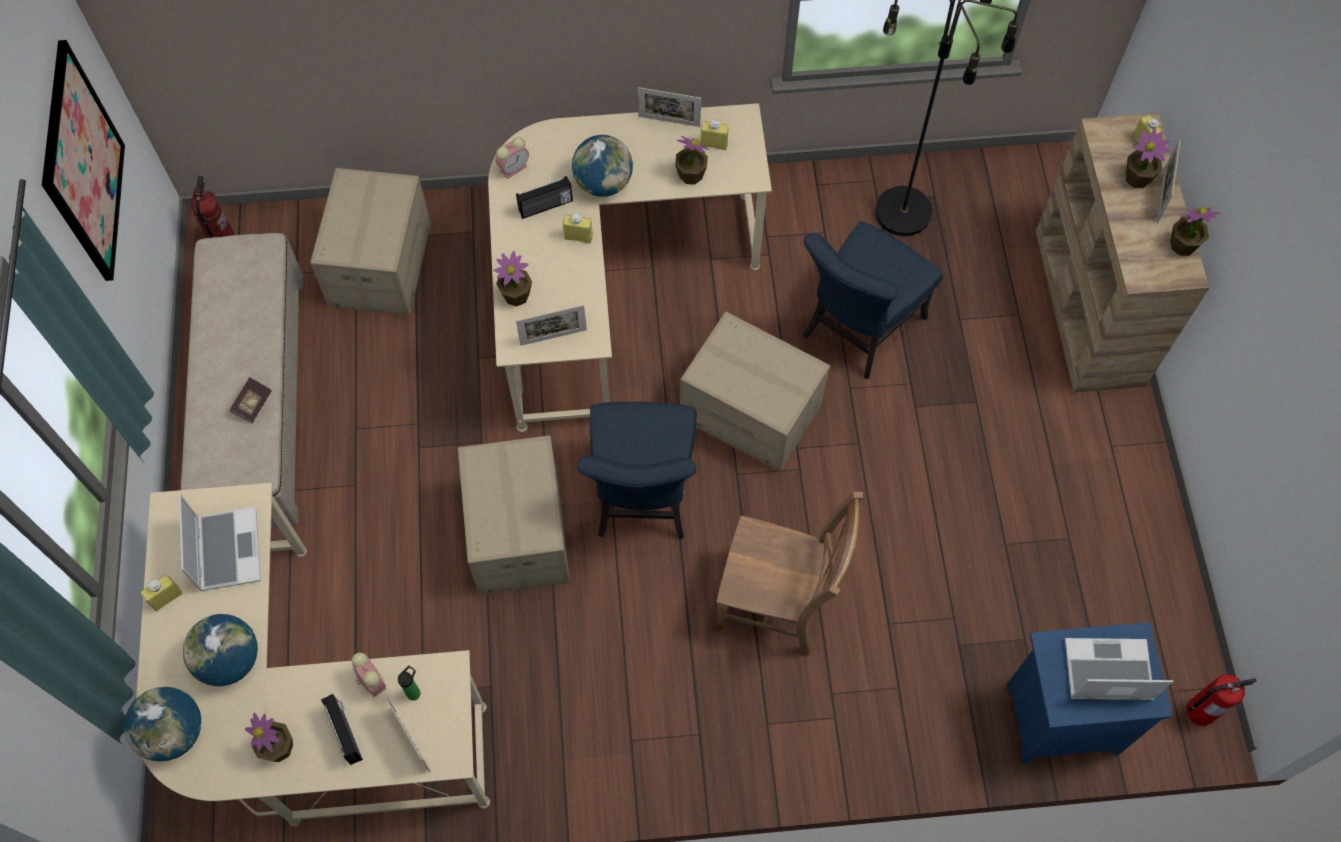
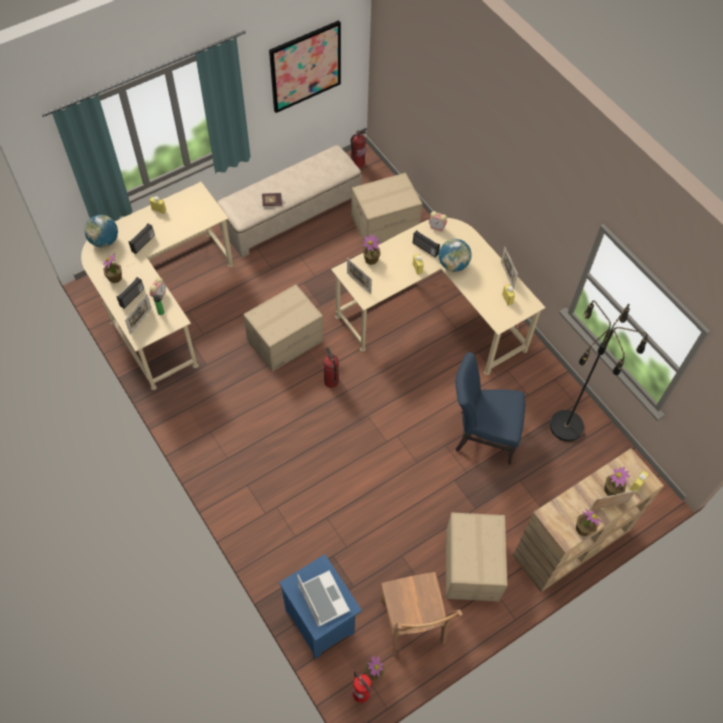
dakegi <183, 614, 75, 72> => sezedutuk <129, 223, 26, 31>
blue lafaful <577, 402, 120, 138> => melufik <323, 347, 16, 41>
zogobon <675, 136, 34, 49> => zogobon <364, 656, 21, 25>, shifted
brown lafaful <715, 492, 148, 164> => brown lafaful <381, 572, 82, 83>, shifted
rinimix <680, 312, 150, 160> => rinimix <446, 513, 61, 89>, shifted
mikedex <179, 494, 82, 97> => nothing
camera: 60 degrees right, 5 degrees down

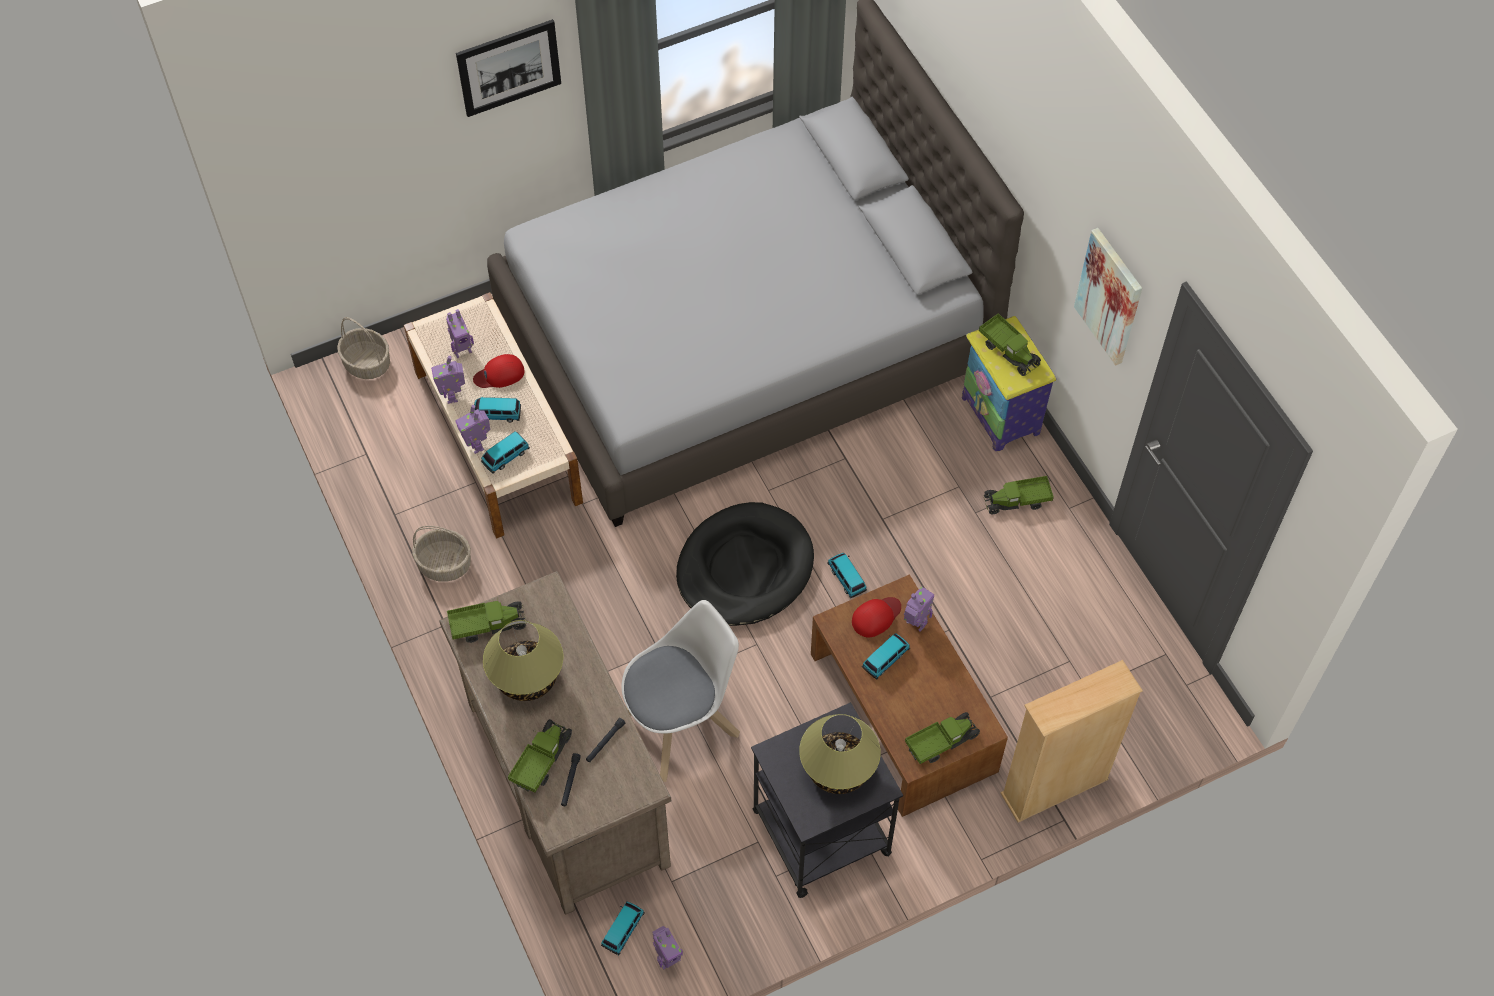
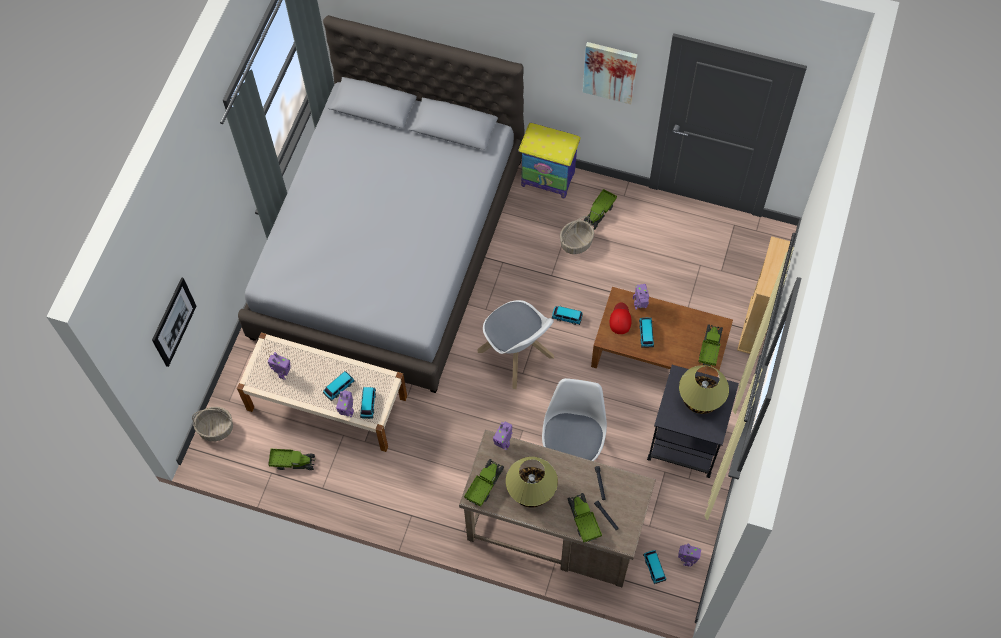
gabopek <456, 19, 105, 98> => gabopek <152, 277, 44, 90>, shifted
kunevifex <979, 313, 62, 63> => kunevifex <268, 449, 48, 21>, shifted
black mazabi <676, 502, 138, 124> => lafaful <477, 300, 77, 89>
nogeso <431, 356, 34, 48> => nogeso <493, 421, 20, 29>, shifted
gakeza <412, 526, 59, 56> => gakeza <560, 216, 34, 38>, shifted
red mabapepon <473, 354, 51, 34> => nothing
camera: 45 degrees left, 5 degrees up

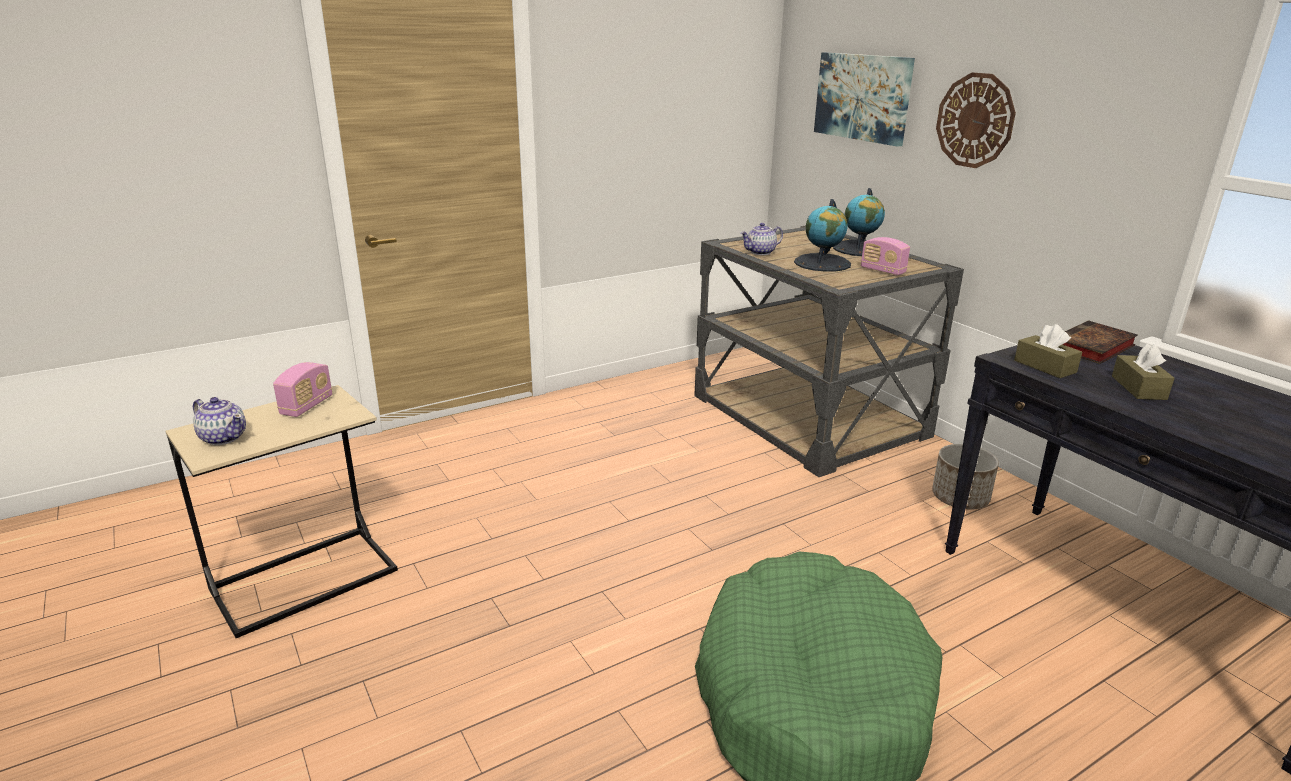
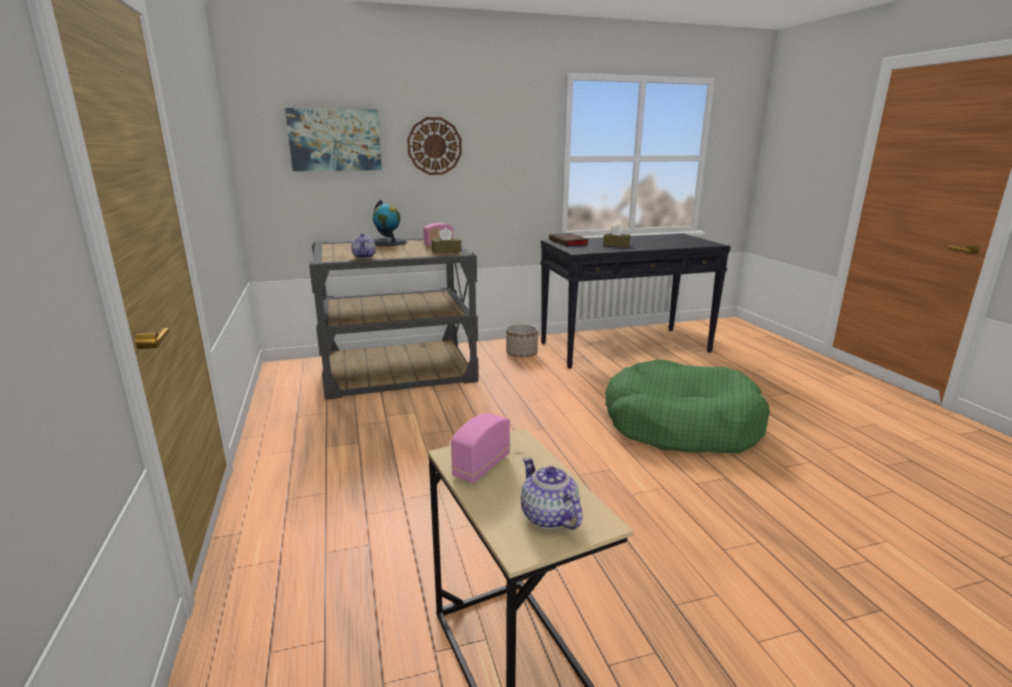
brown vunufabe <1014, 324, 68, 54> => brown vunufabe <431, 228, 30, 26>, shifted
sezedutuk <273, 362, 60, 55> => sezedutuk <451, 413, 59, 70>, 90 degrees counterclockwise
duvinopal <193, 397, 53, 48> => duvinopal <520, 457, 63, 73>, 75 degrees counterclockwise
dakegi <794, 199, 57, 73> => nothing
camera: 75 degrees left, 5 degrees down

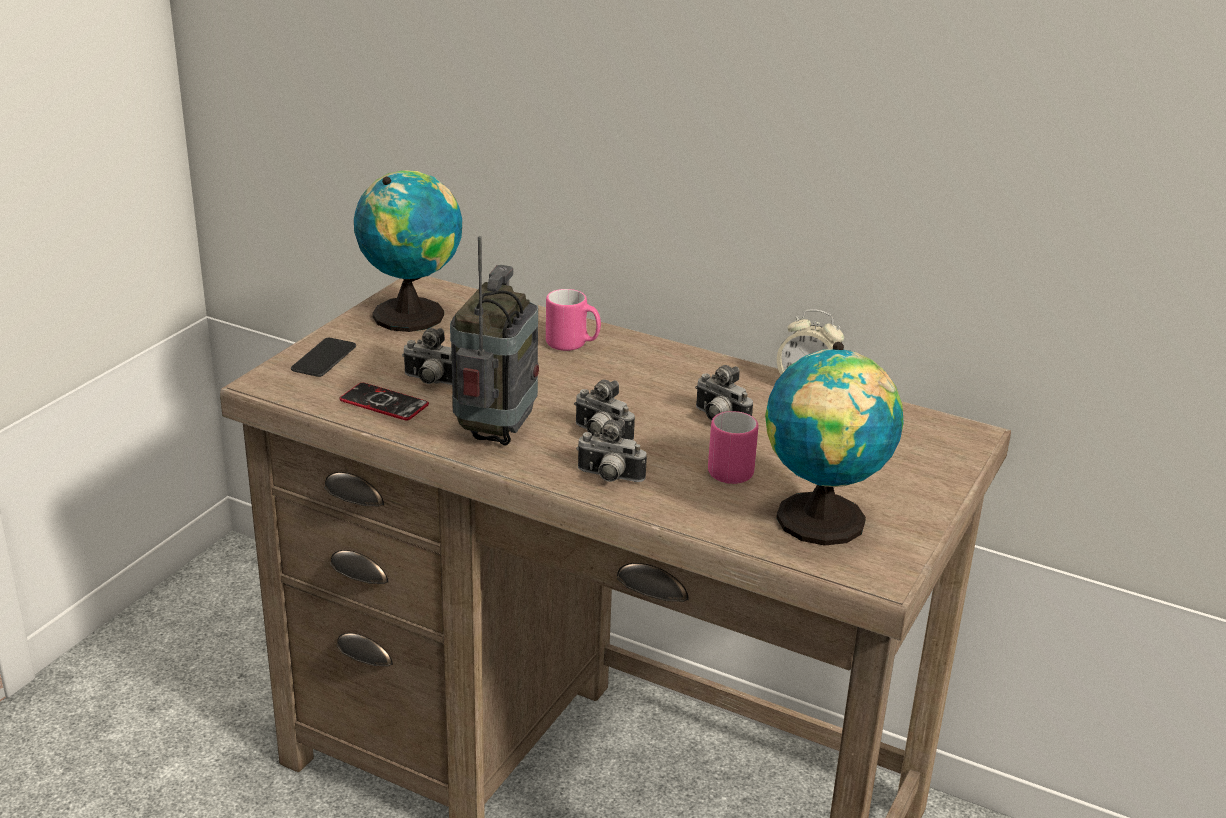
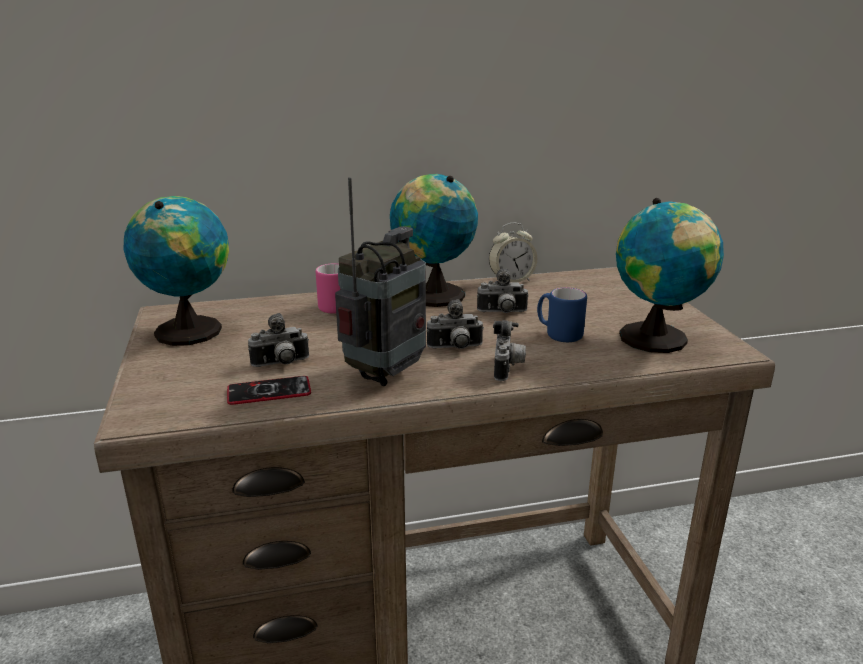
sezedutuk <450, 236, 89, 209> => sezedutuk <335, 177, 91, 209>, 60 degrees clockwise
nothing => dakegi <390, 174, 88, 133>
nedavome <576, 419, 71, 63> => nedavome <493, 320, 33, 61>, 60 degrees counterclockwise
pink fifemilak <708, 411, 50, 73> => blue fifemilak <537, 287, 50, 55>
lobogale <291, 338, 65, 39> => nothing
camera: 40 degrees left, 5 degrees down

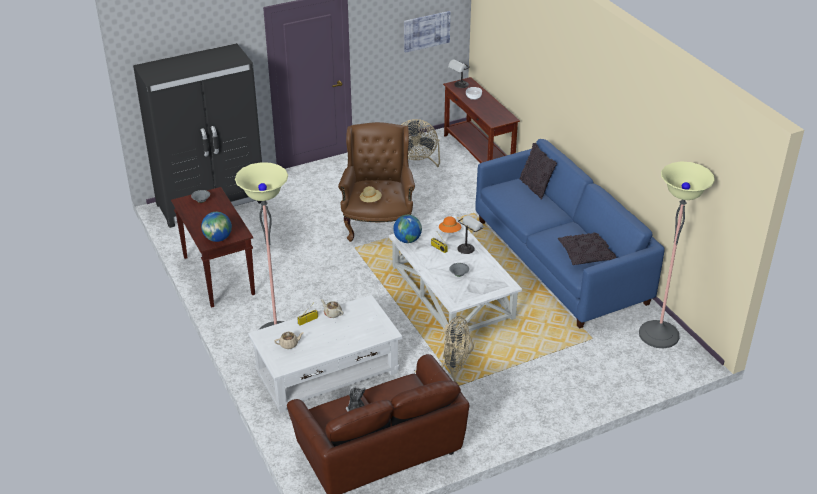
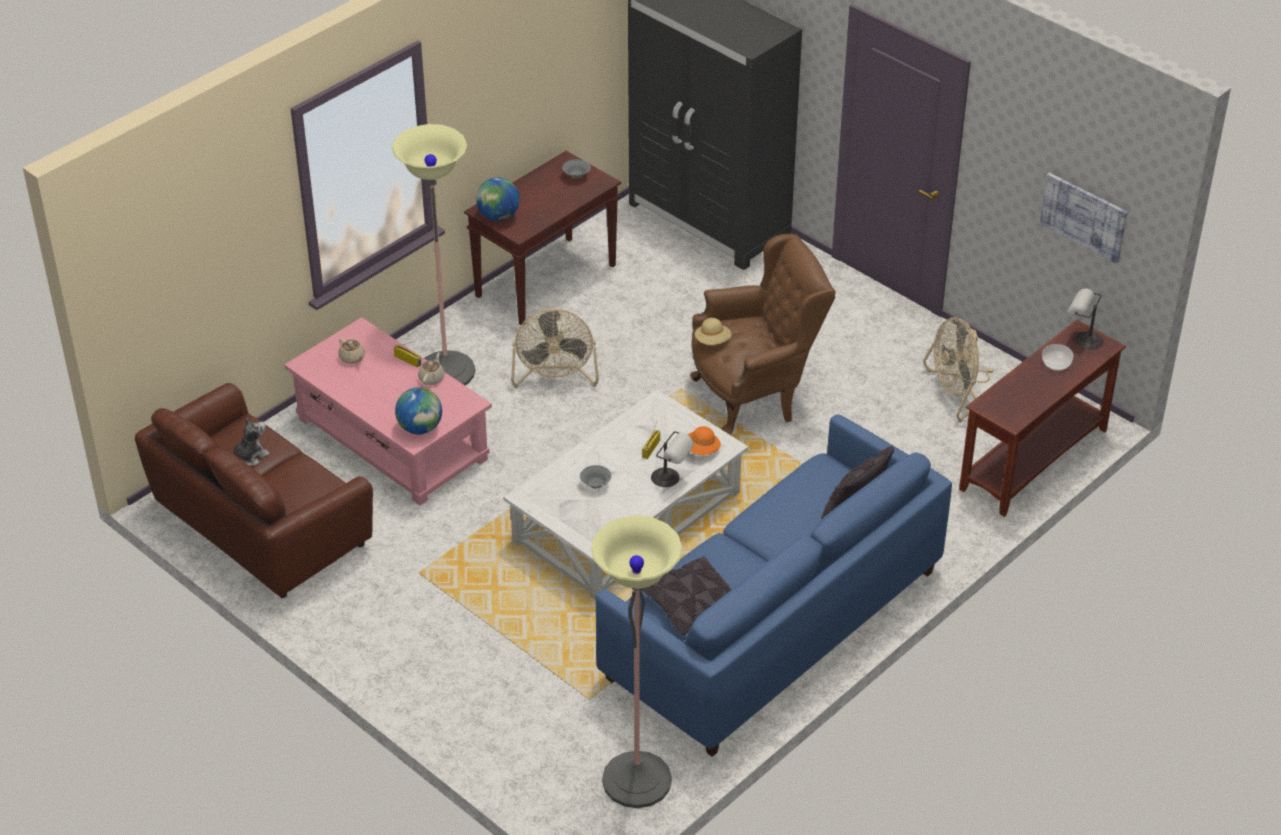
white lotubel <248, 295, 154, 118> => pink lotubel <284, 317, 208, 189>
dakegi <393, 215, 29, 28> => dakegi <395, 387, 47, 47>, shifted
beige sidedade <415, 316, 59, 66> => beige sidedade <511, 308, 88, 80>, shifted
camera: 70 degrees right, 5 degrees up

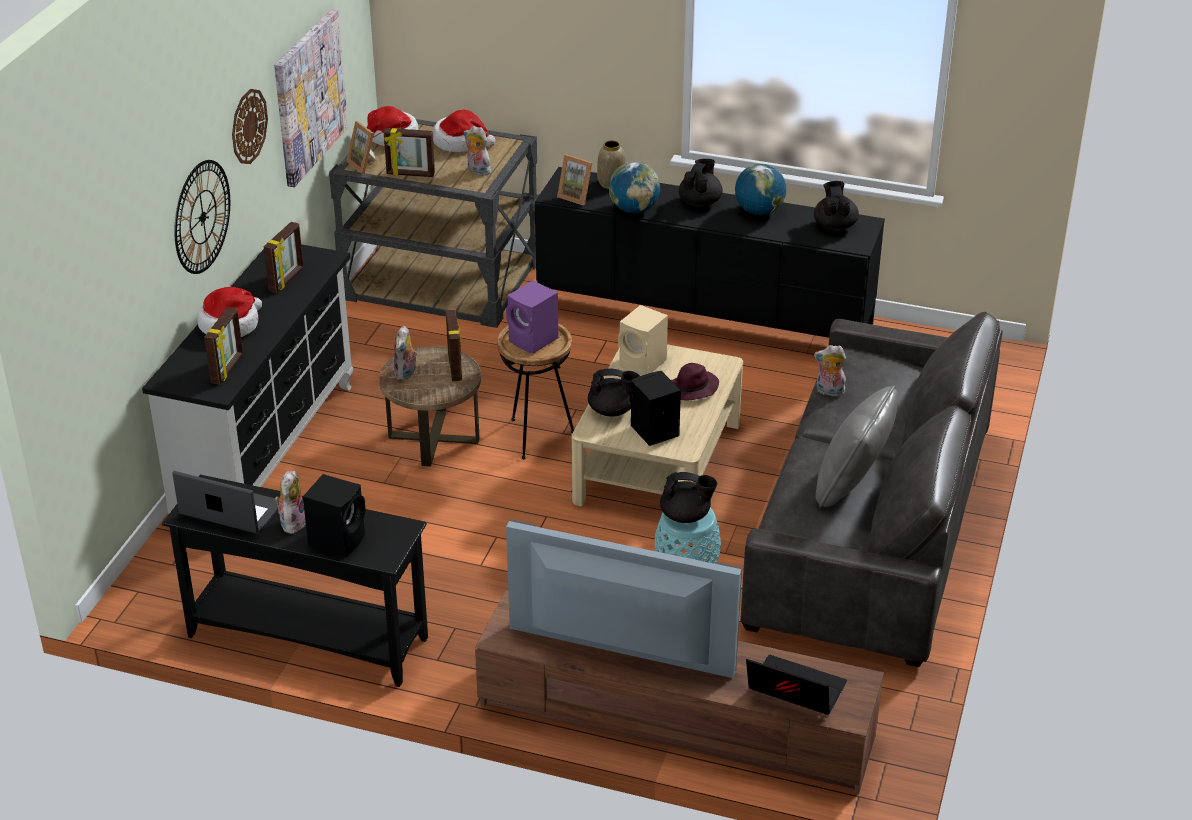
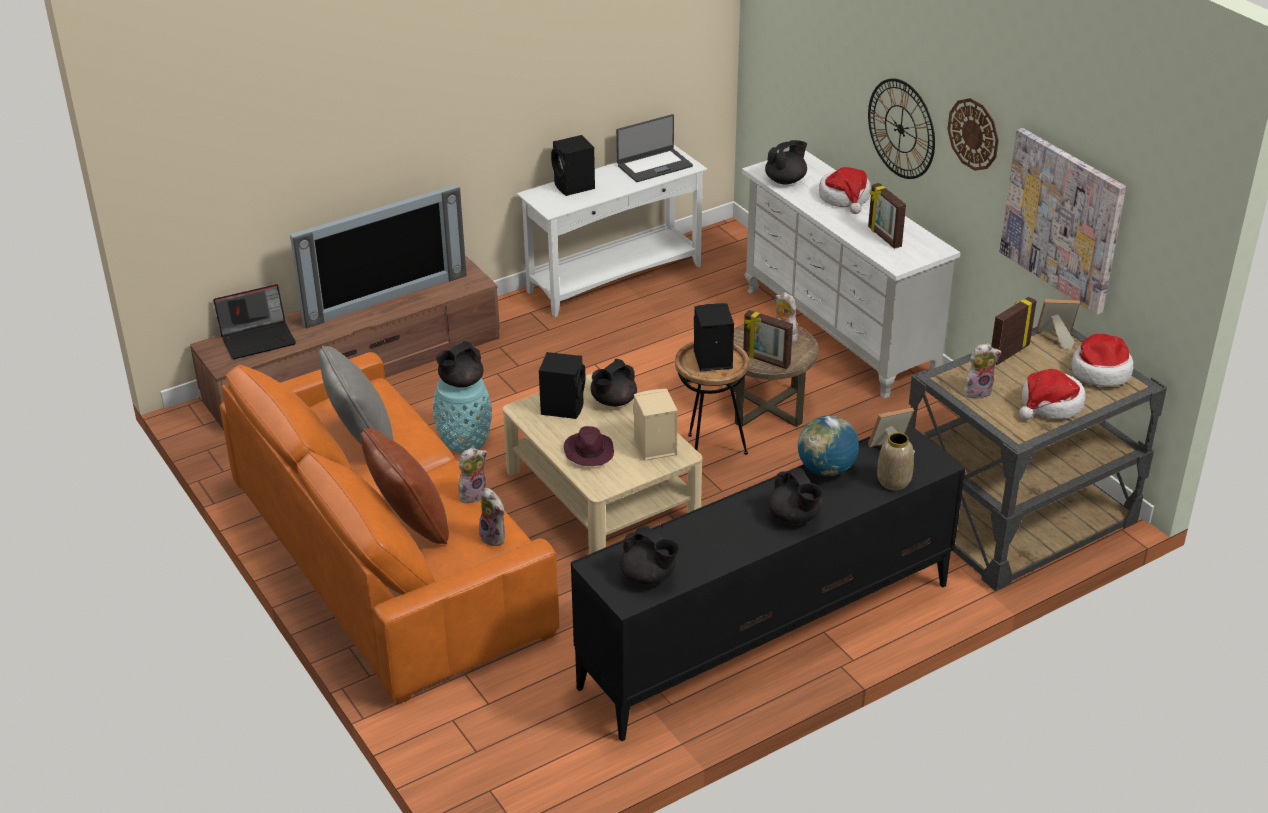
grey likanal <740, 312, 263, 355> => orange likanal <220, 352, 340, 352>
nothing => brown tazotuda <360, 428, 89, 116>
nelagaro <275, 471, 31, 63> => nelagaro <479, 488, 26, 59>, shifted
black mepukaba <162, 475, 266, 212> => white mepukaba <517, 145, 190, 172>
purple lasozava <506, 280, 52, 74> => black lasozava <694, 303, 40, 68>
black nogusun <142, 244, 212, 270> => white nogusun <742, 150, 219, 249>
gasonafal <204, 307, 39, 77> => black duvinopal <765, 140, 42, 45>
dakegi <735, 164, 51, 51> => nothing
camera: 130 degrees right, 0 degrees up

